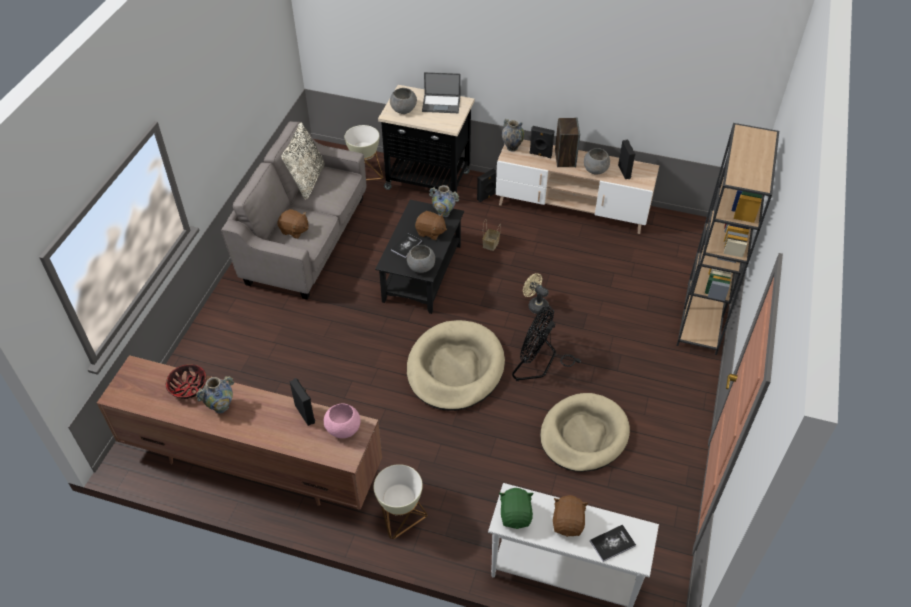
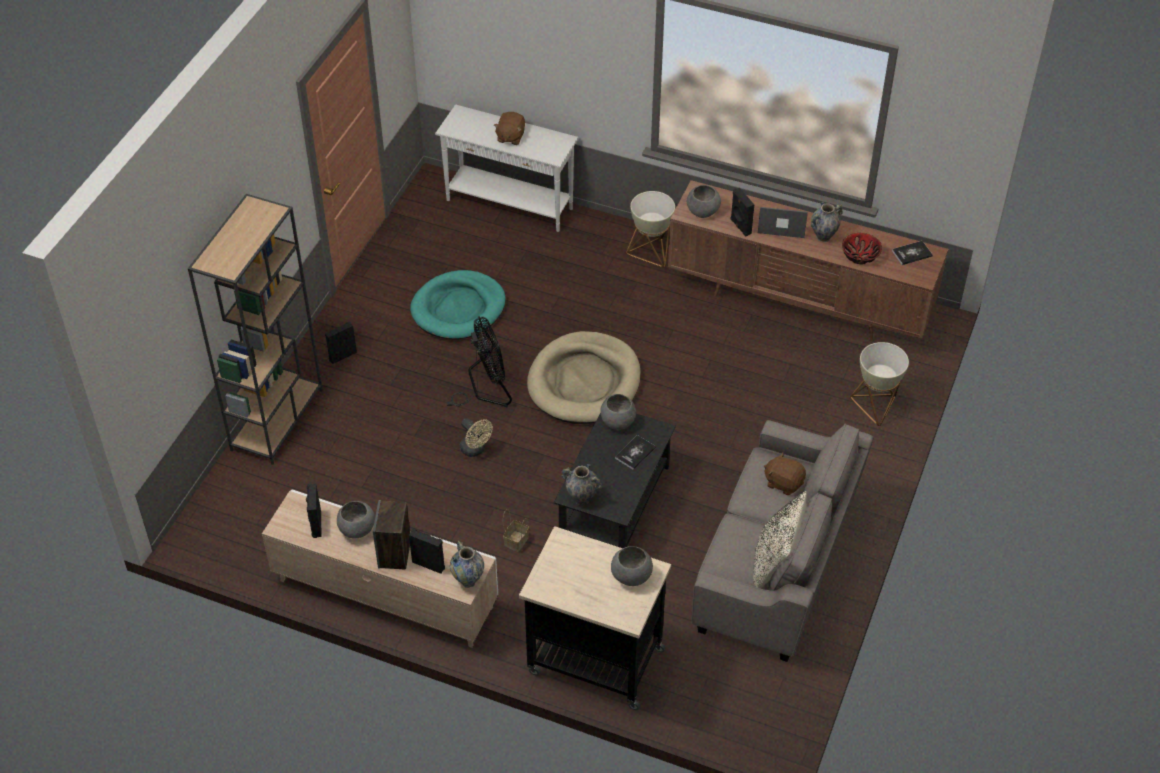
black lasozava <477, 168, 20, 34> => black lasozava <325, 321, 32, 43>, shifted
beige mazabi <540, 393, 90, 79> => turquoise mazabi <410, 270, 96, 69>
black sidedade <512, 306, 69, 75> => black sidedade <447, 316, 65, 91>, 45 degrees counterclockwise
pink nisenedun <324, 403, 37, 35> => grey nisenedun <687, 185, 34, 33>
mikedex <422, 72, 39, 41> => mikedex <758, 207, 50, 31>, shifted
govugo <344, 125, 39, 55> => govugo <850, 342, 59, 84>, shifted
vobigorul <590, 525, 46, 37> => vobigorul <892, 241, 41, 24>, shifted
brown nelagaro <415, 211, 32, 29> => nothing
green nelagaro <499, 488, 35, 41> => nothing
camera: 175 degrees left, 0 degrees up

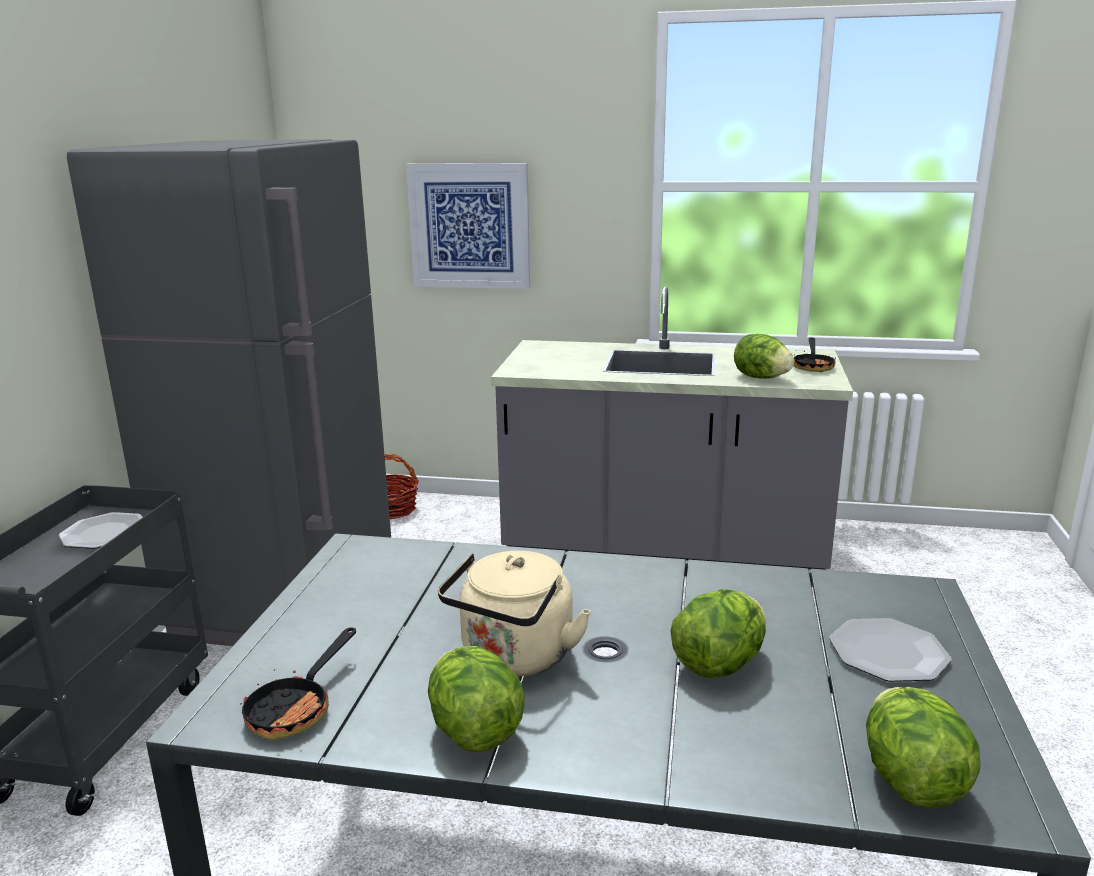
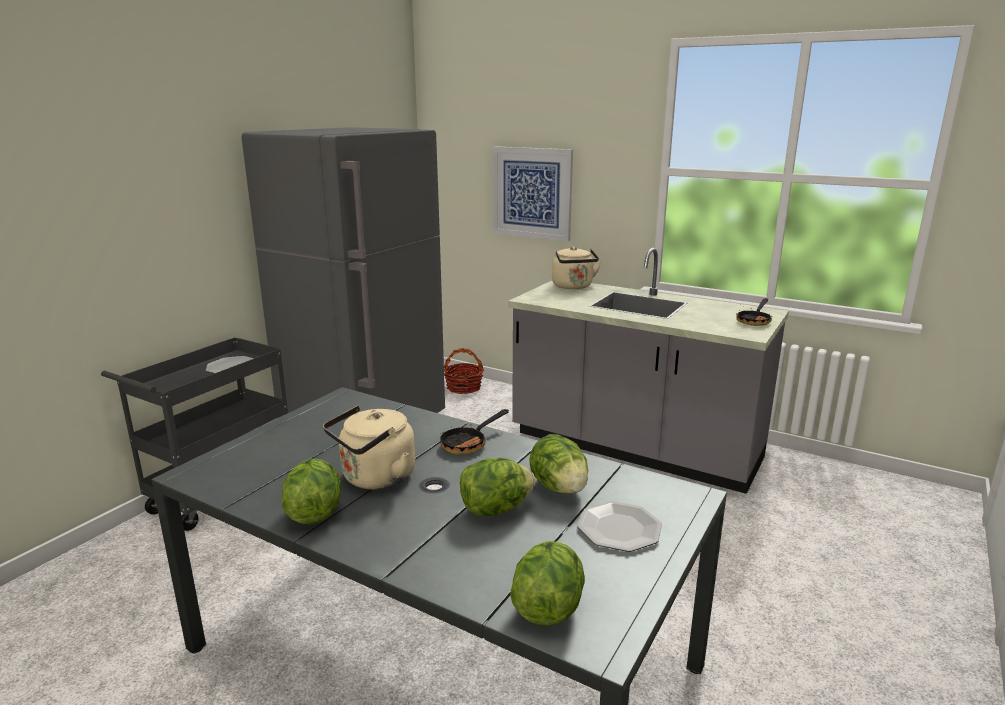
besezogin <240, 627, 116, 113> => besezogin <440, 409, 69, 45>, shifted
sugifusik <734, 334, 60, 45> => sugifusik <529, 434, 59, 60>, shifted
nothing => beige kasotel <552, 246, 49, 43>
camera: 20 degrees right, 0 degrees up

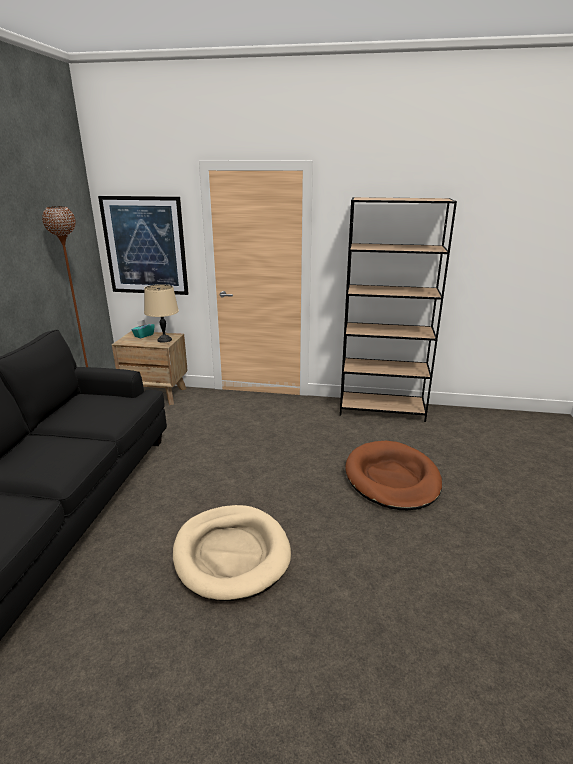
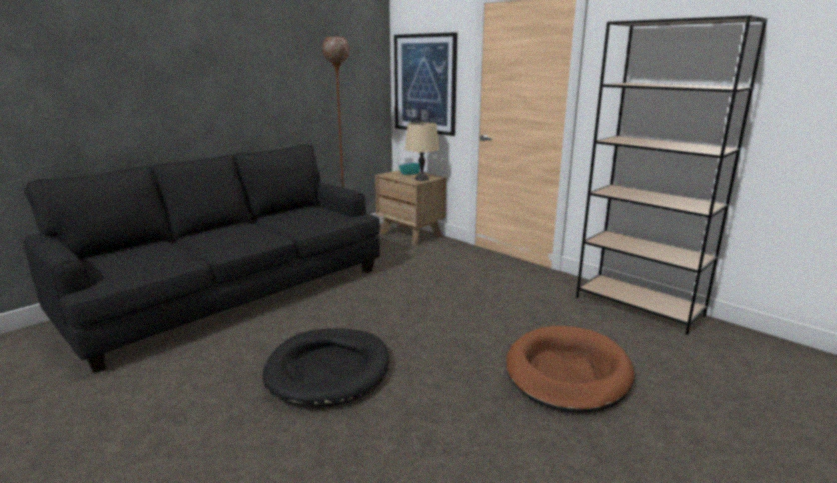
beige mazabi <173, 505, 118, 96> => black mazabi <262, 328, 127, 80>
camera: 35 degrees right, 5 degrees down

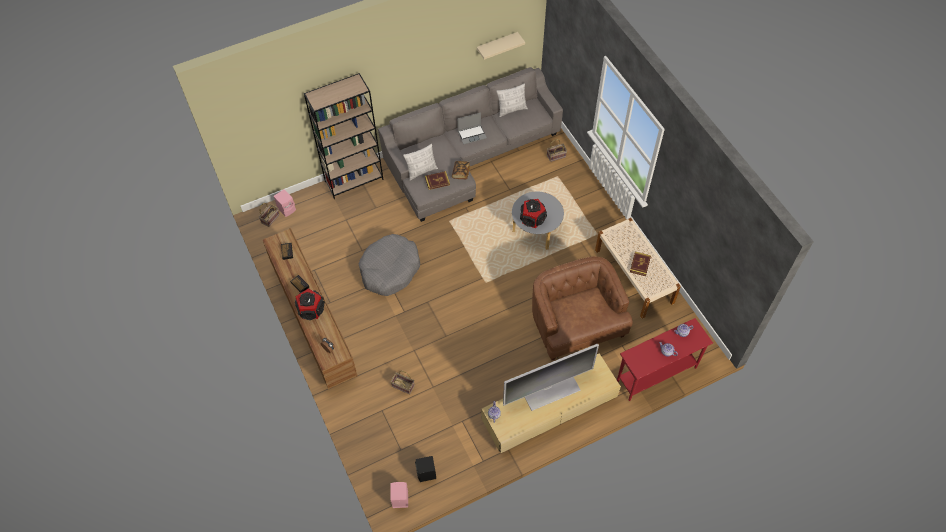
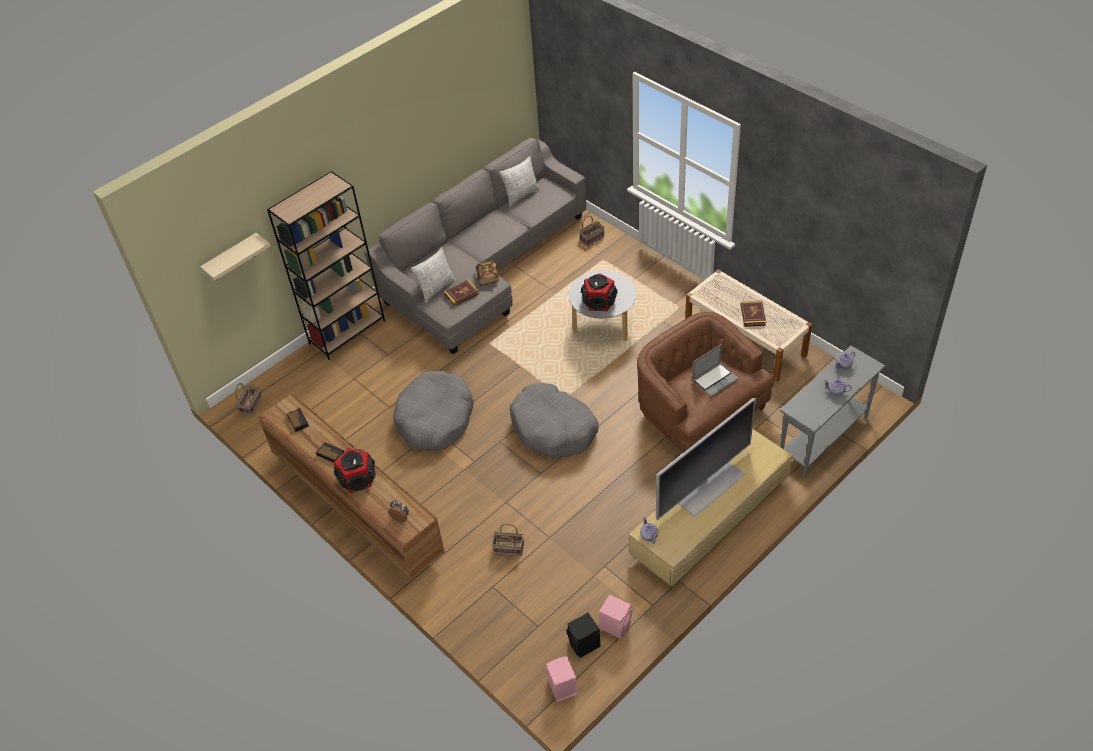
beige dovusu <477, 32, 48, 28> => beige dovusu <200, 233, 70, 48>, shifted
nothing => grey mazabi <510, 383, 89, 75>
pink lasozava <274, 189, 22, 28> => pink lasozava <599, 594, 33, 45>, shifted
mikedex <457, 113, 30, 32> => mikedex <692, 344, 47, 53>, shifted
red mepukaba <617, 318, 96, 83> => grey mepukaba <780, 346, 105, 132>
camera: 15 degrees left, 10 degrees down

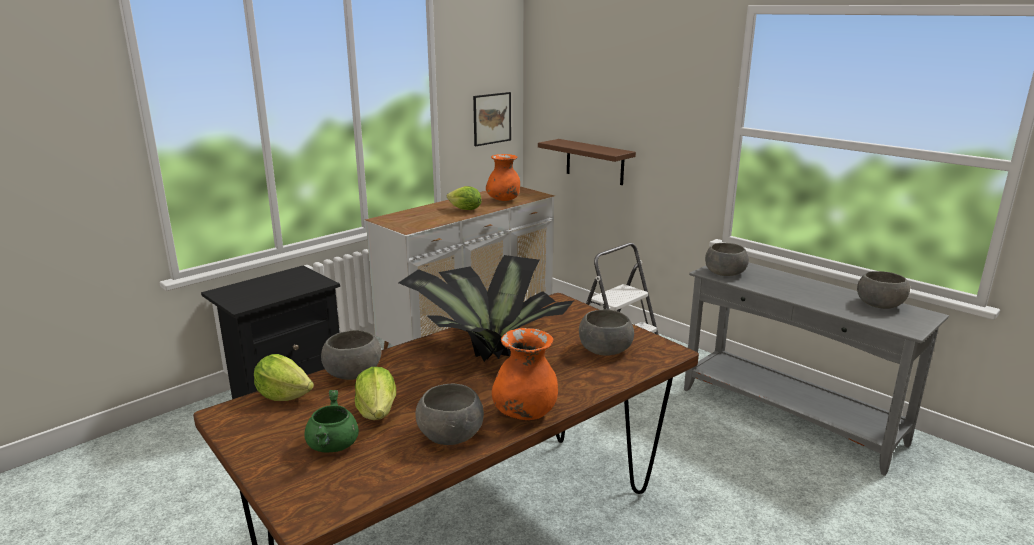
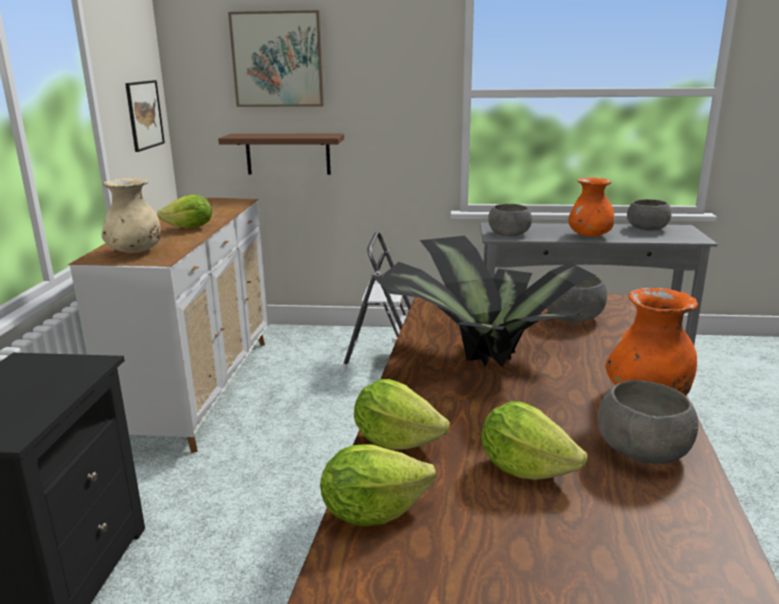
nothing => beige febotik <101, 178, 59, 75>
nothing => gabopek <228, 10, 96, 97>
grey nisenedun <321, 330, 61, 50> => sugifusik <354, 379, 96, 71>
orange febotik <486, 154, 34, 47> => orange febotik <568, 177, 46, 60>, shifted
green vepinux <304, 390, 55, 62> => nothing
camera: 40 degrees left, 0 degrees up

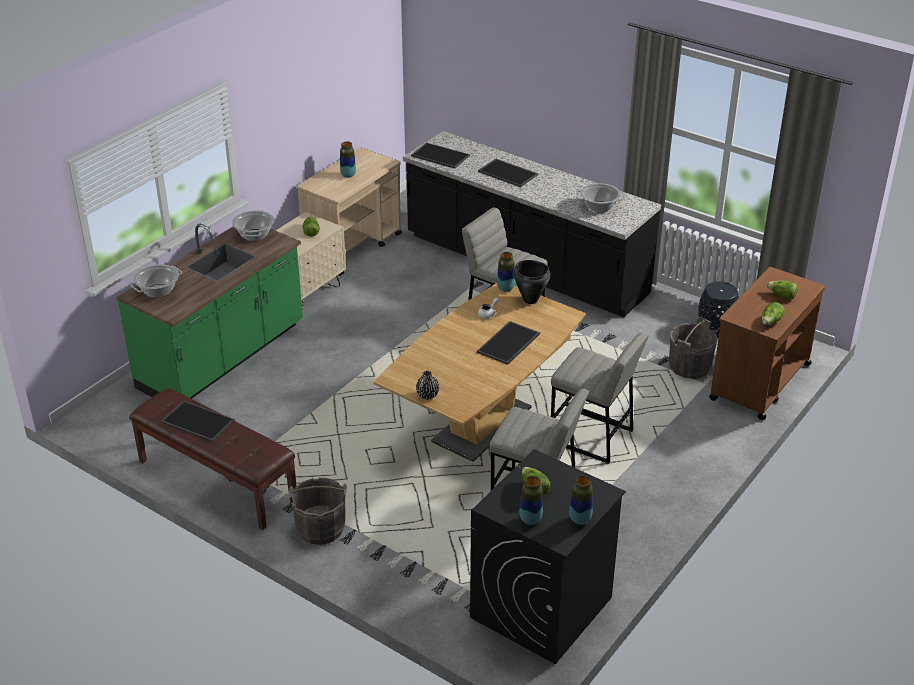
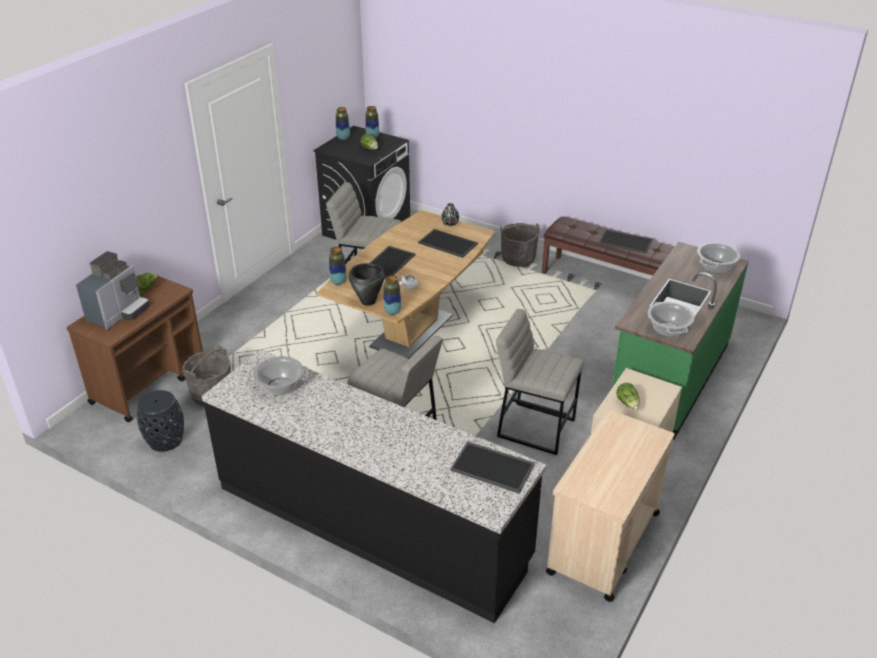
sugifusik <767, 281, 30, 19> => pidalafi <76, 251, 74, 78>
febotik <340, 141, 16, 37> => febotik <329, 247, 18, 38>, shifted
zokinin <478, 159, 60, 28> => zokinin <418, 229, 60, 29>, shifted
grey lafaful <551, 332, 98, 132> => grey lafaful <496, 309, 88, 146>, shifted
camera: 175 degrees right, 0 degrees up

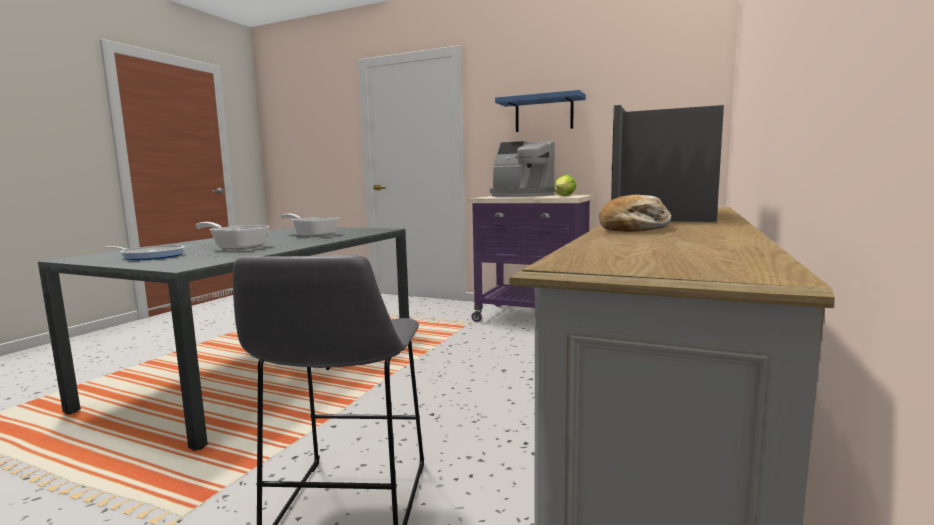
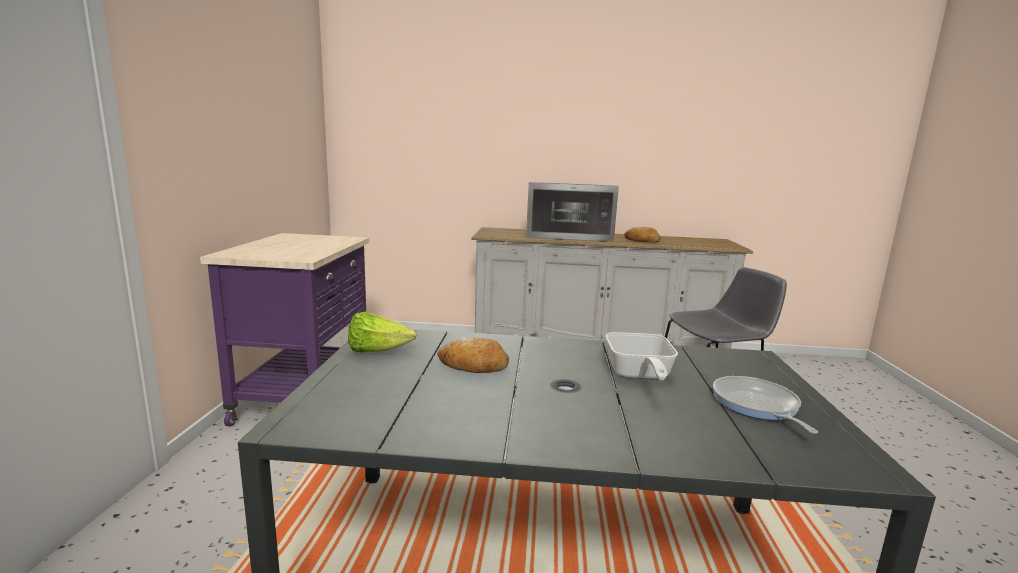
sugifusik <554, 175, 22, 21> => sugifusik <348, 312, 69, 40>, shifted
besezogin <281, 214, 57, 23> => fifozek <437, 337, 72, 36>
pidalafi <490, 141, 65, 56> => nothing
blue dovusu <495, 90, 91, 42> => nothing
camera: 110 degrees left, 5 degrees up

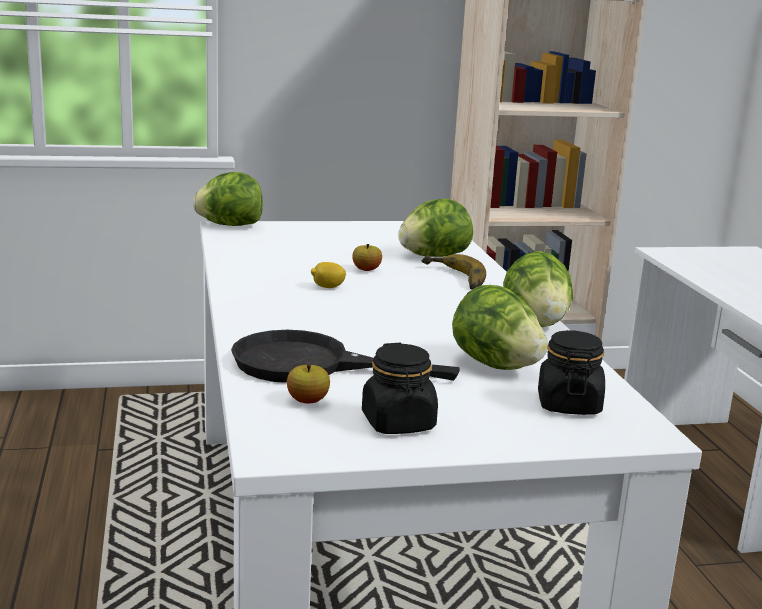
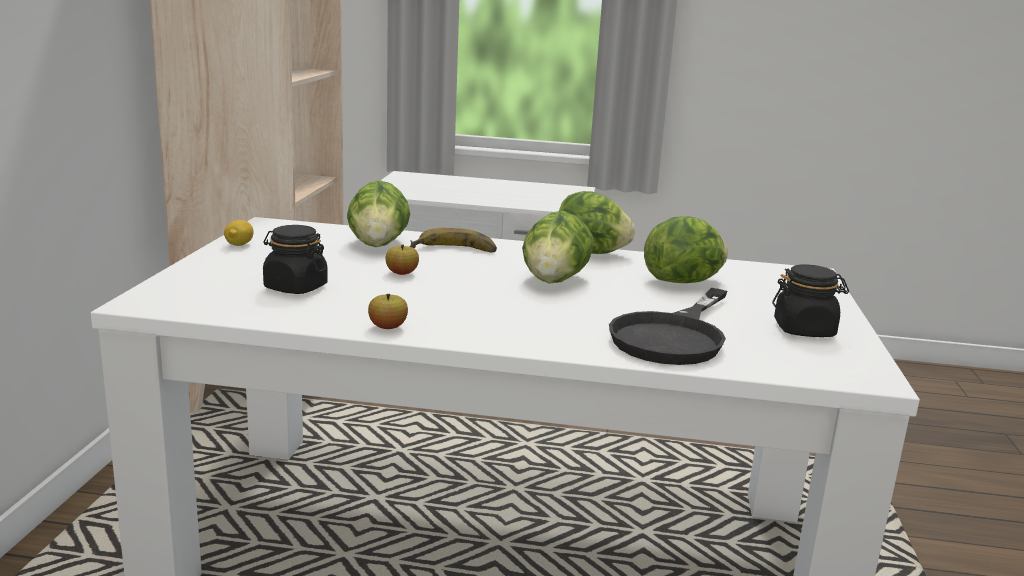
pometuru <311, 262, 35, 26> => pometuru <224, 220, 30, 26>, shifted
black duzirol <538, 330, 67, 85> => black duzirol <263, 225, 65, 69>, shifted
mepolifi <287, 365, 43, 38> => mepolifi <368, 294, 40, 35>, shifted
sugifusik <193, 172, 70, 54> => sugifusik <522, 211, 72, 72>, shifted
camera: 70 degrees left, 0 degrees up

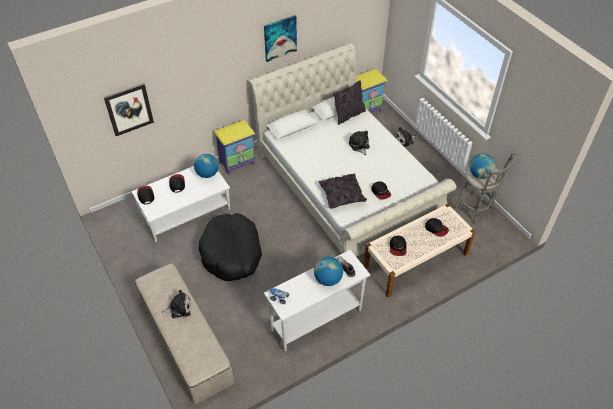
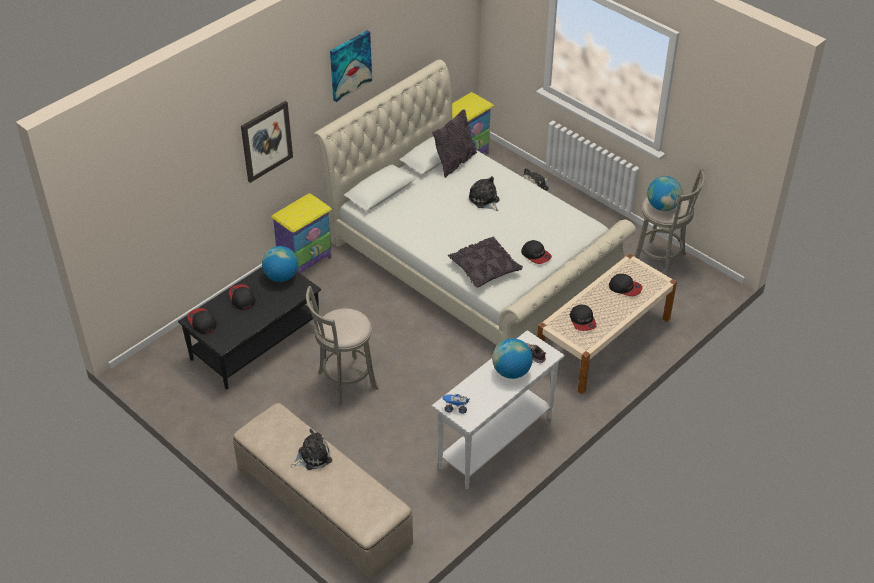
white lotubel <132, 166, 98, 76> => black lotubel <178, 267, 143, 122>
gabopek <104, 83, 50, 53> => gabopek <241, 101, 52, 82>, shifted
black mazabi <199, 213, 63, 68> => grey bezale <306, 286, 72, 119>
camera: 15 degrees left, 5 degrees down

